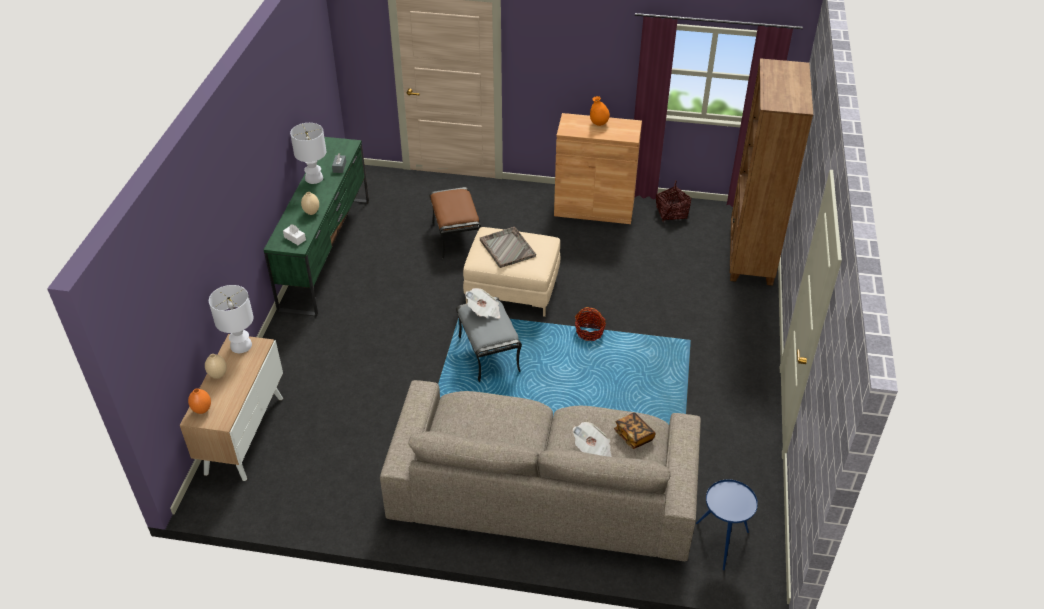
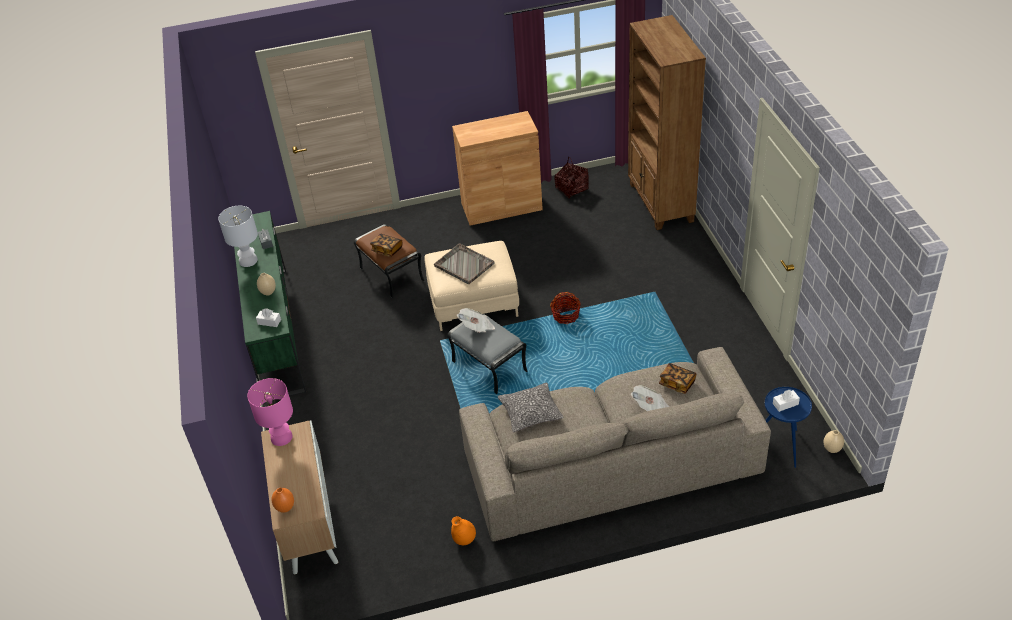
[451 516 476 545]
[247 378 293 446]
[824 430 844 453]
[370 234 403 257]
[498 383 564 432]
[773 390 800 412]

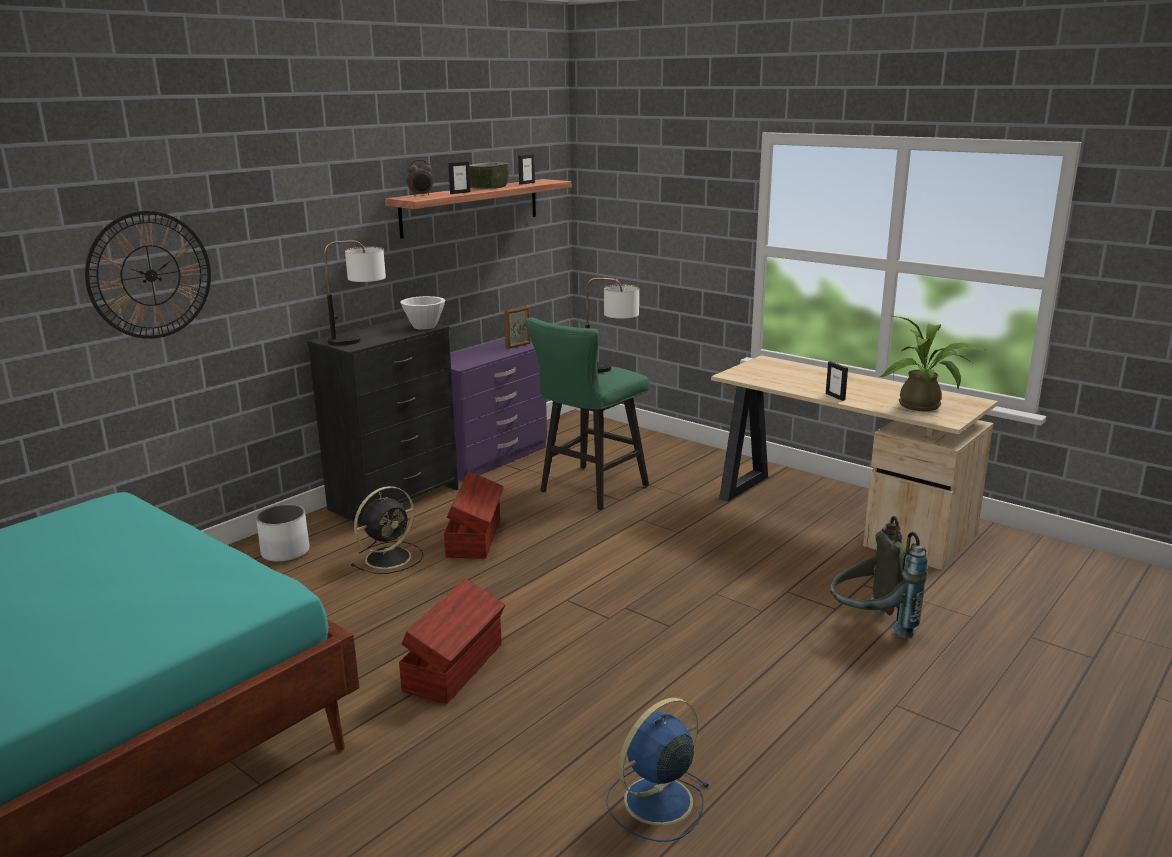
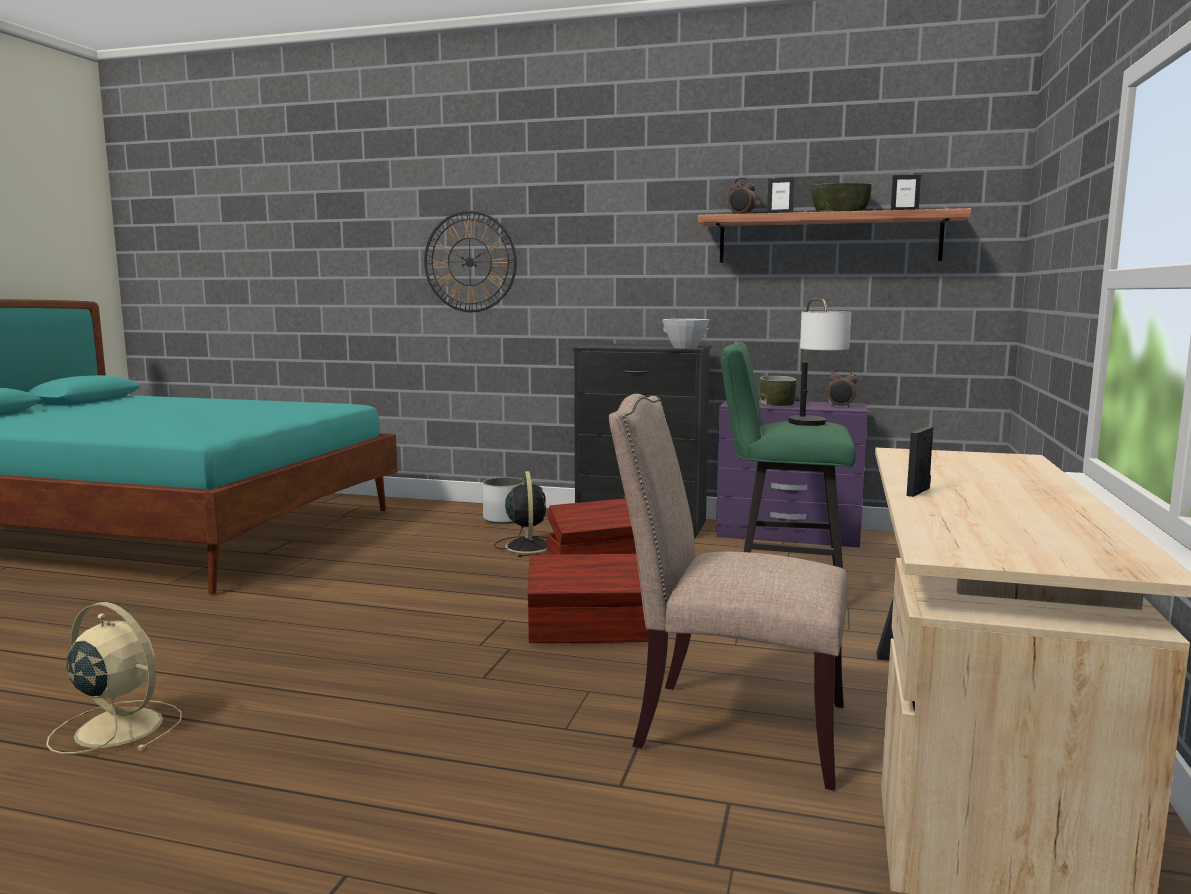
[324 240 386 346] (first image)
[828 369 857 408]
[880 316 985 411] (first image)
[494 471 547 557]
[830 516 928 638] (first image)
[528 554 649 643]
[46 602 182 754]
[760 376 797 407]
[609 394 848 790]

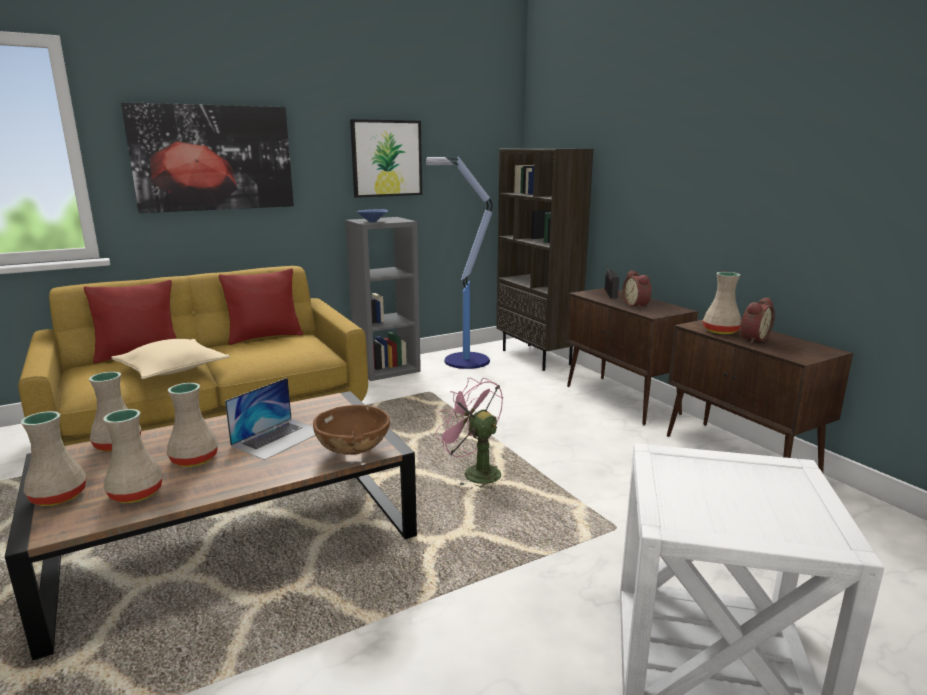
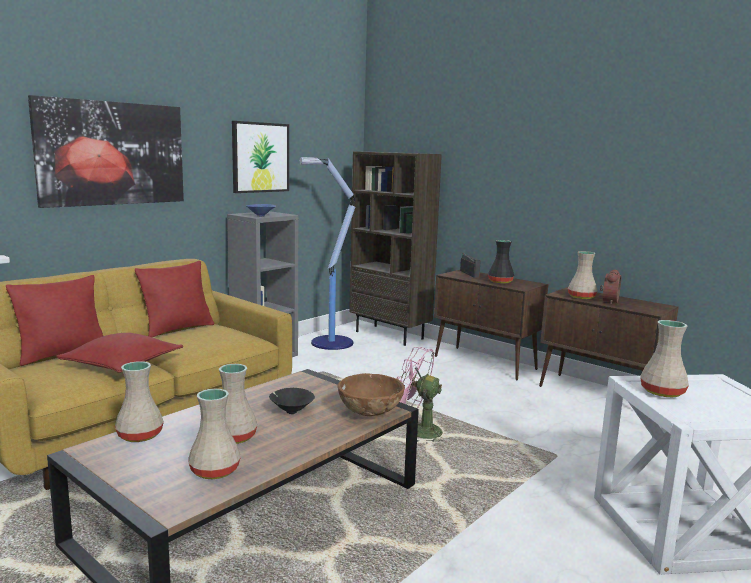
[488 240 514 284]
[56 333 183 373]
[269 388 315 414]
[640 320 689 397]

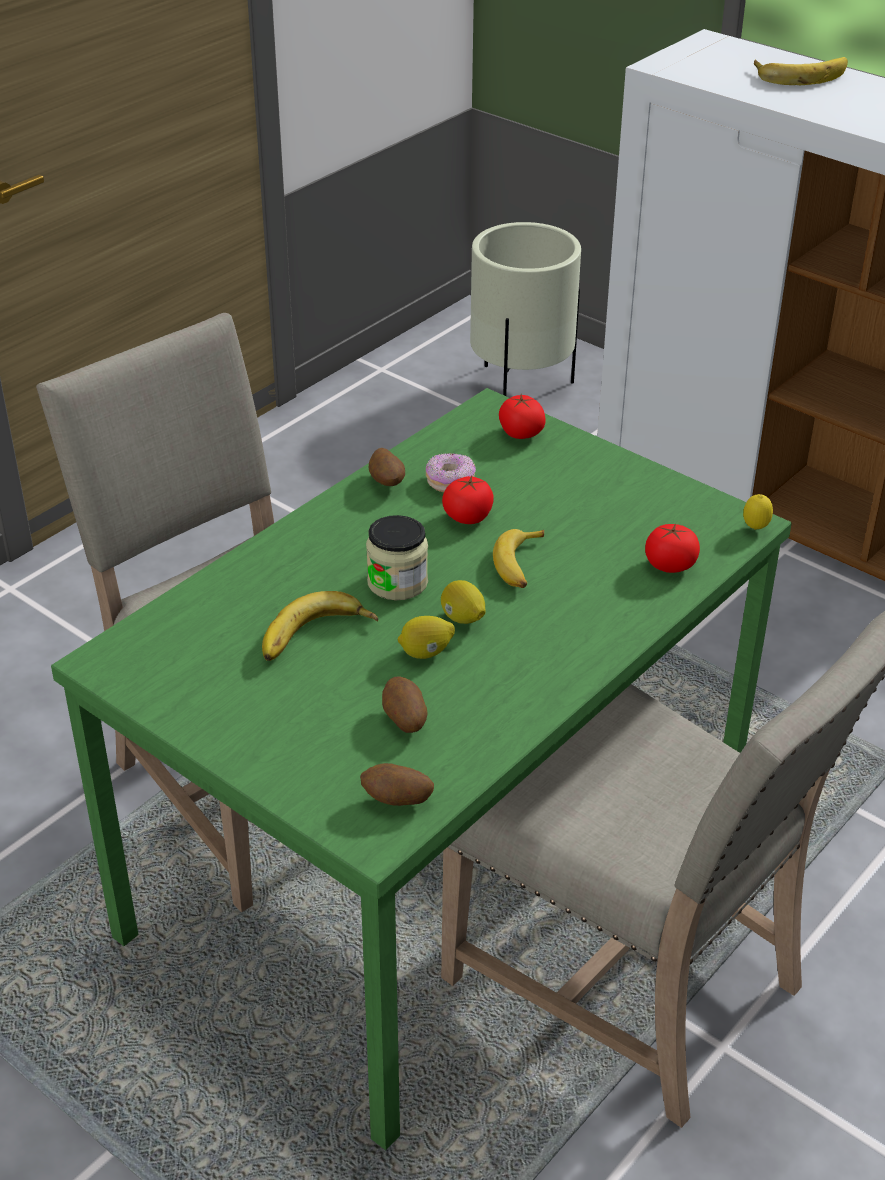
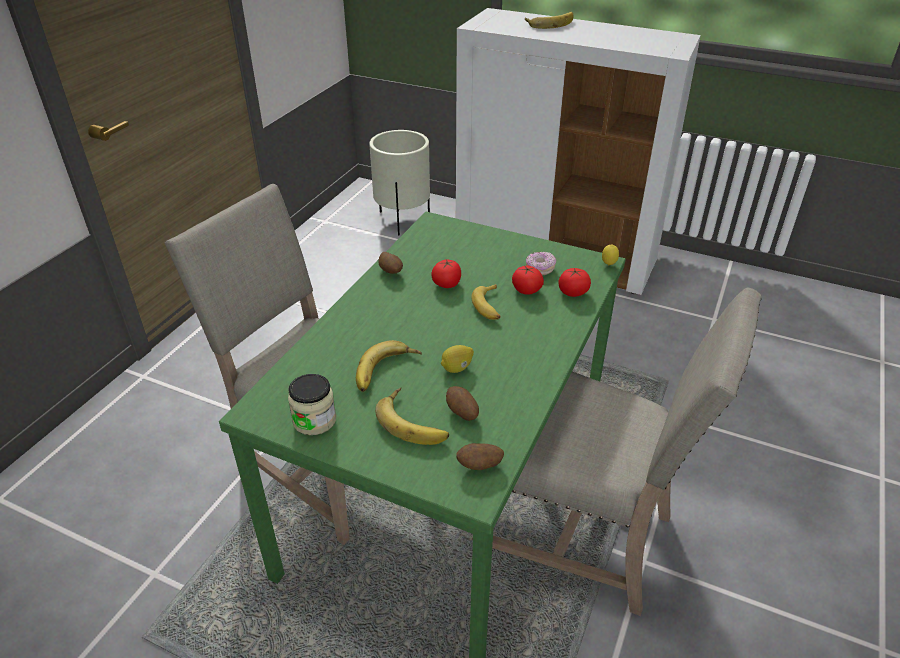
[512 265 544 295]
[526 252 556 275]
[288 374 336 435]
[441 580 486 624] (first image)
[375 388 449 445]

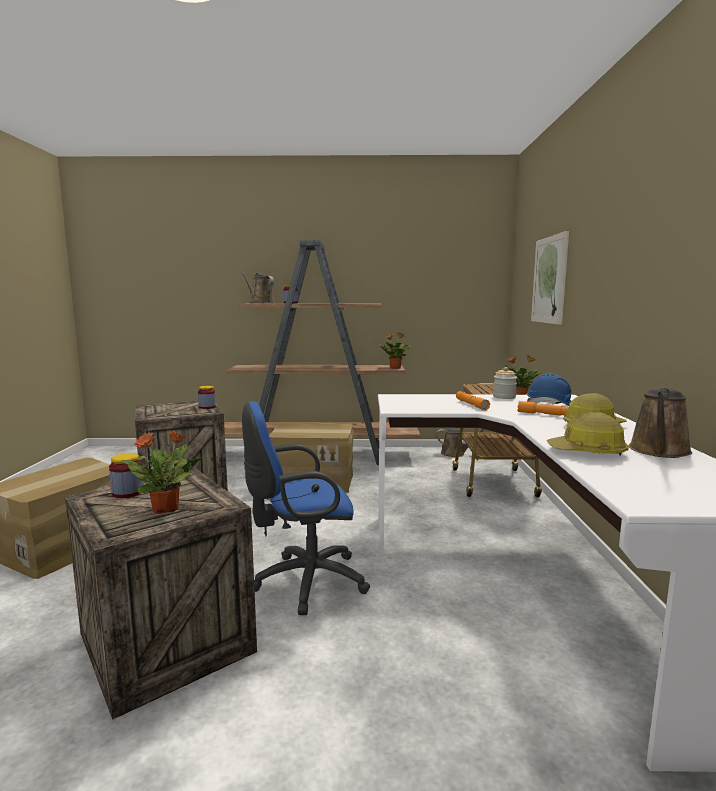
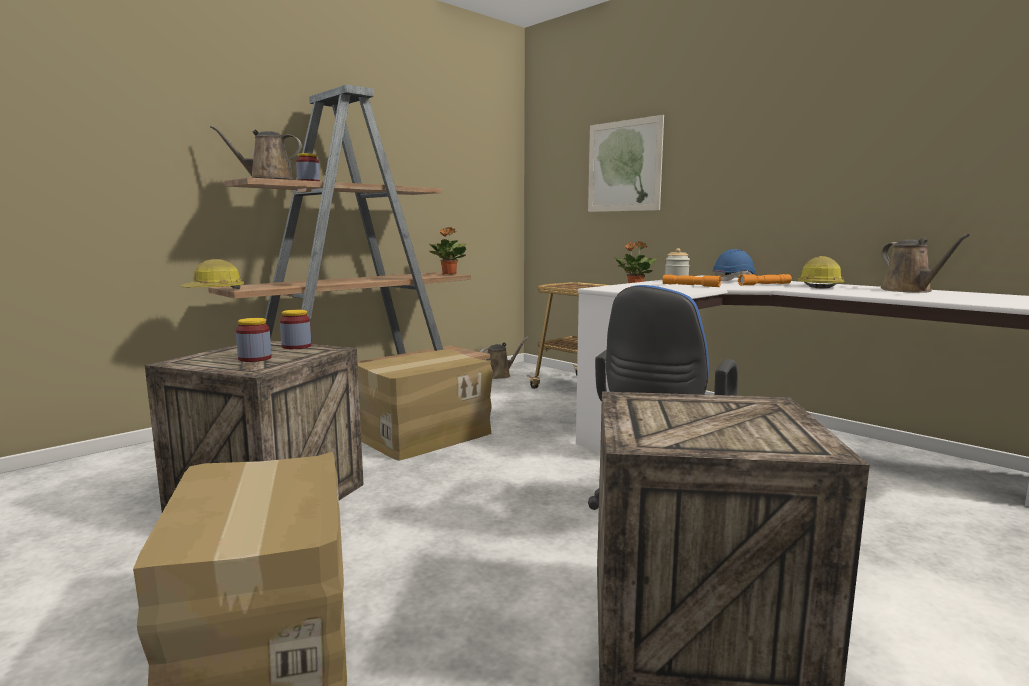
[180 259 244 290]
[120 430 202 514] (first image)
[236 318 272 362]

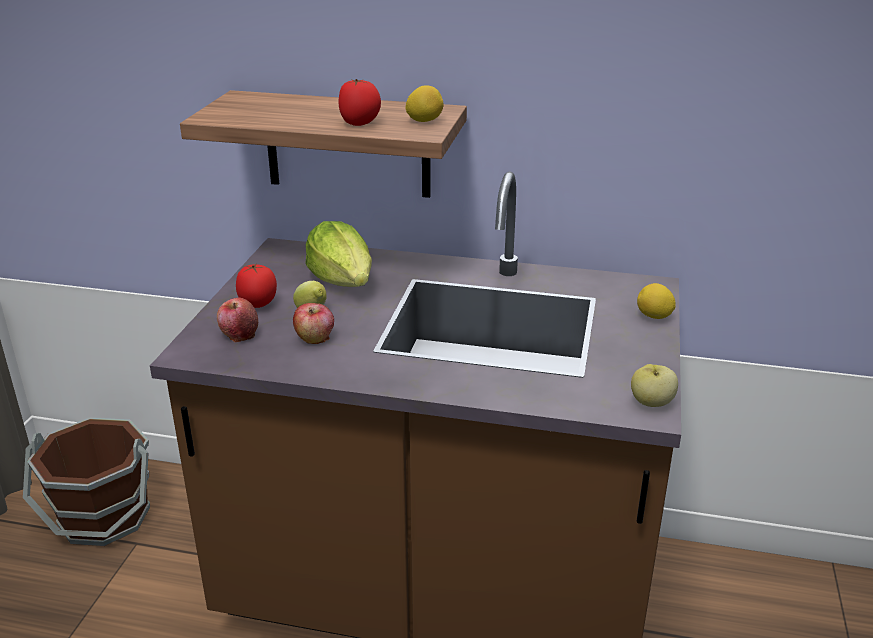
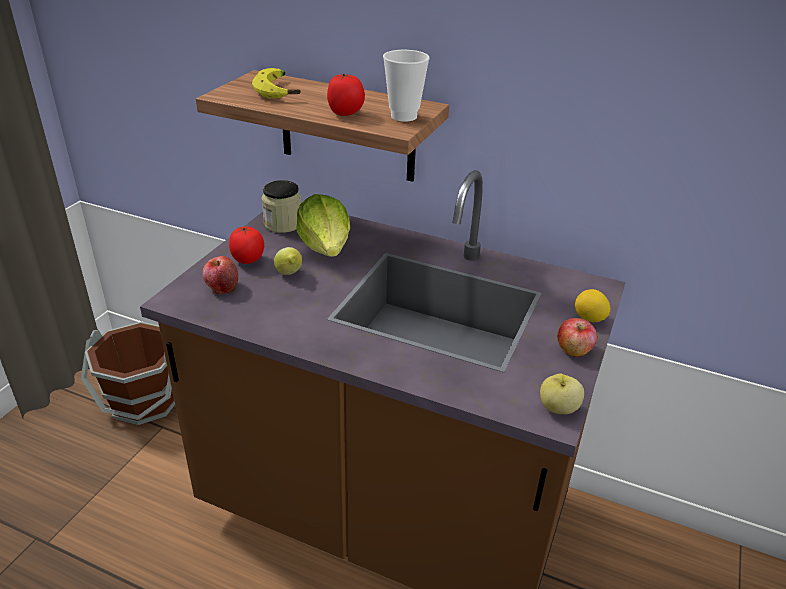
[383 50 430 122]
[557 318 597 357]
[252 68 301 98]
[262 180 301 233]

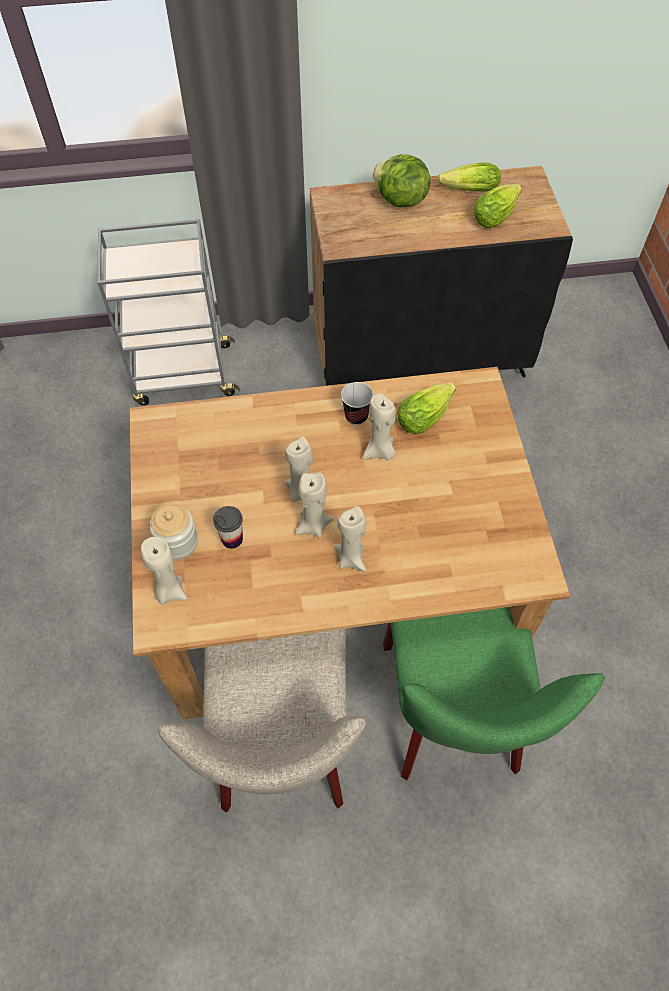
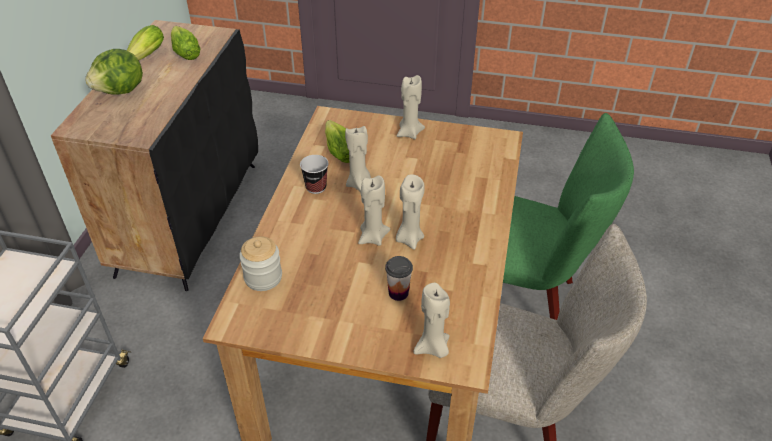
[239 236 282 291]
[397 75 425 139]

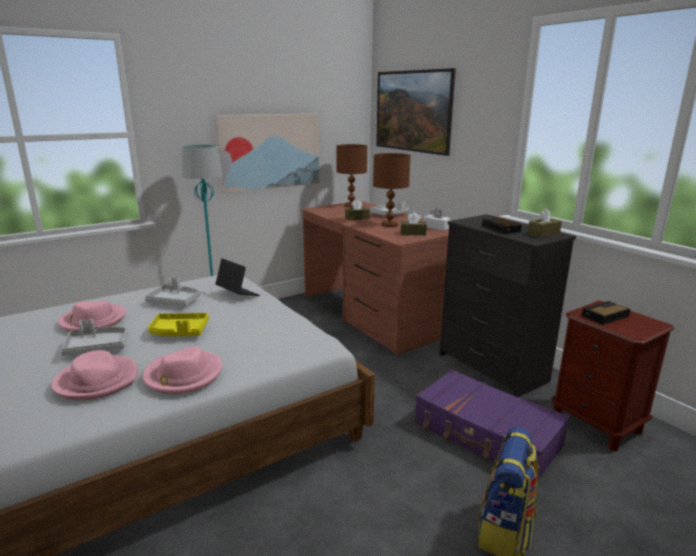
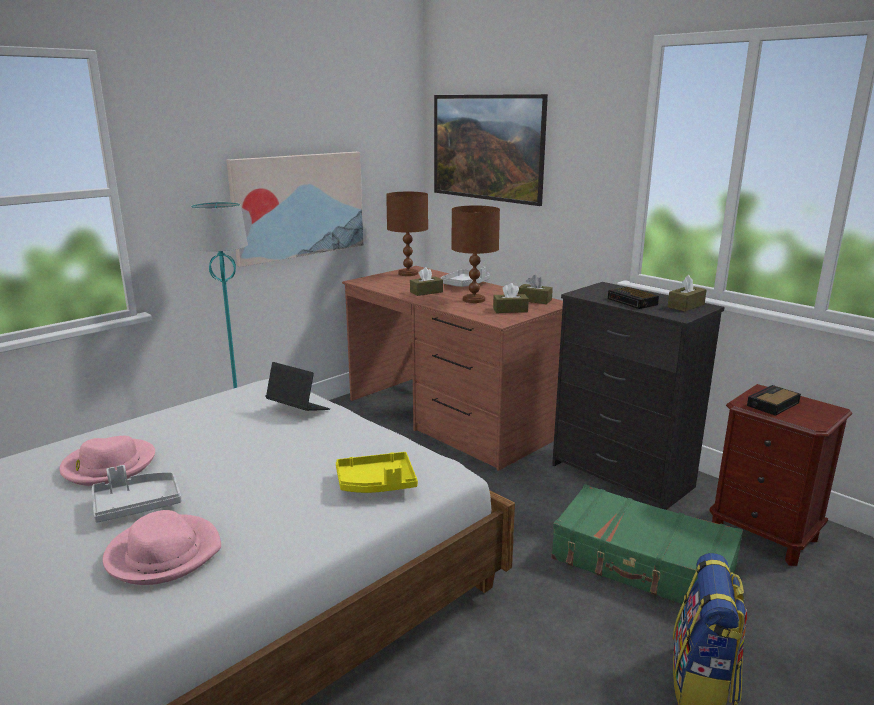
[518 275 553 304]
[145 278 200 306] (first image)
[336 452 418 493]
[142 346 222 394] (first image)
[551 484 743 604]

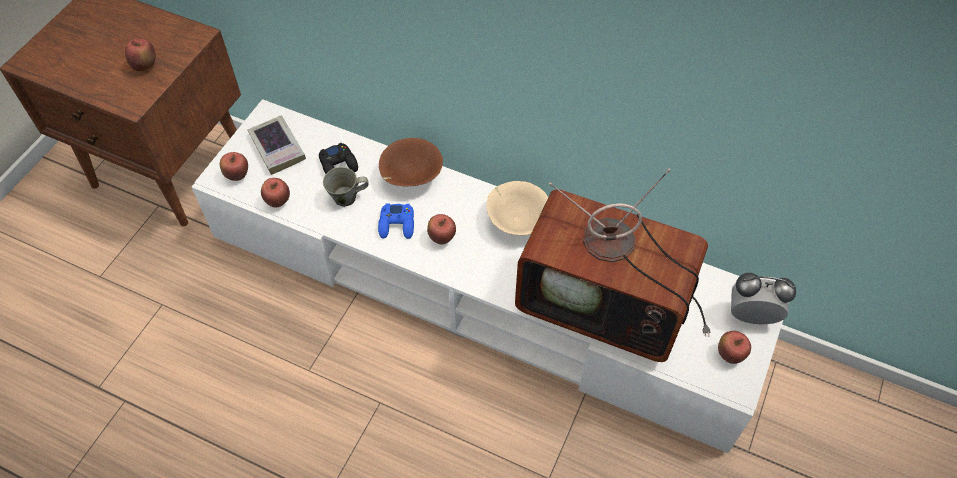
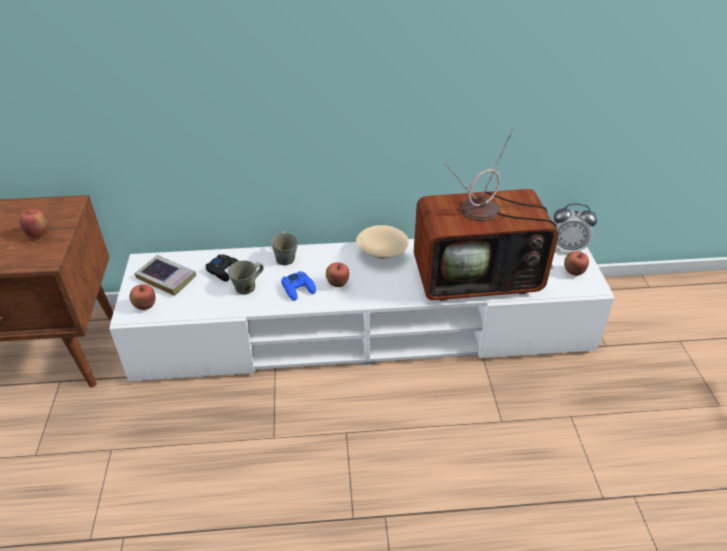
[271 231 298 265]
[261 178 290 207] (first image)
[553 204 597 253]

